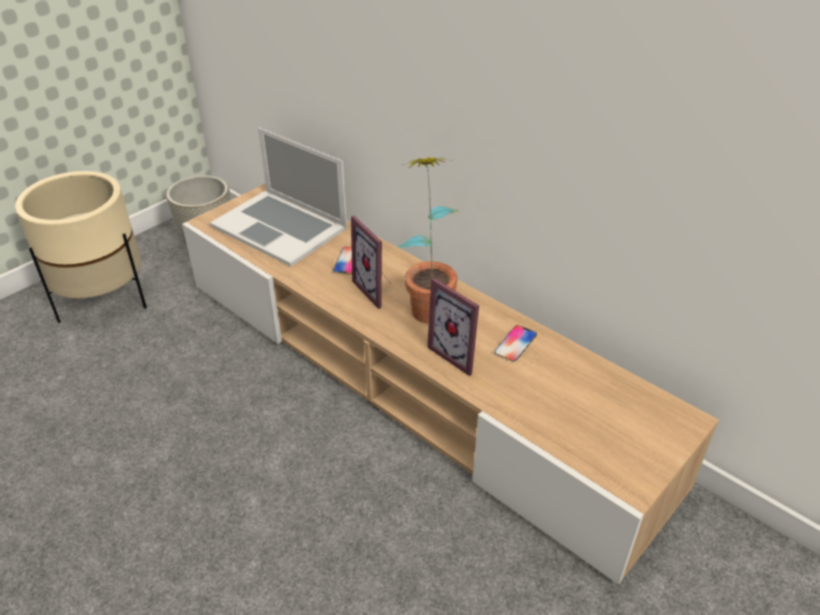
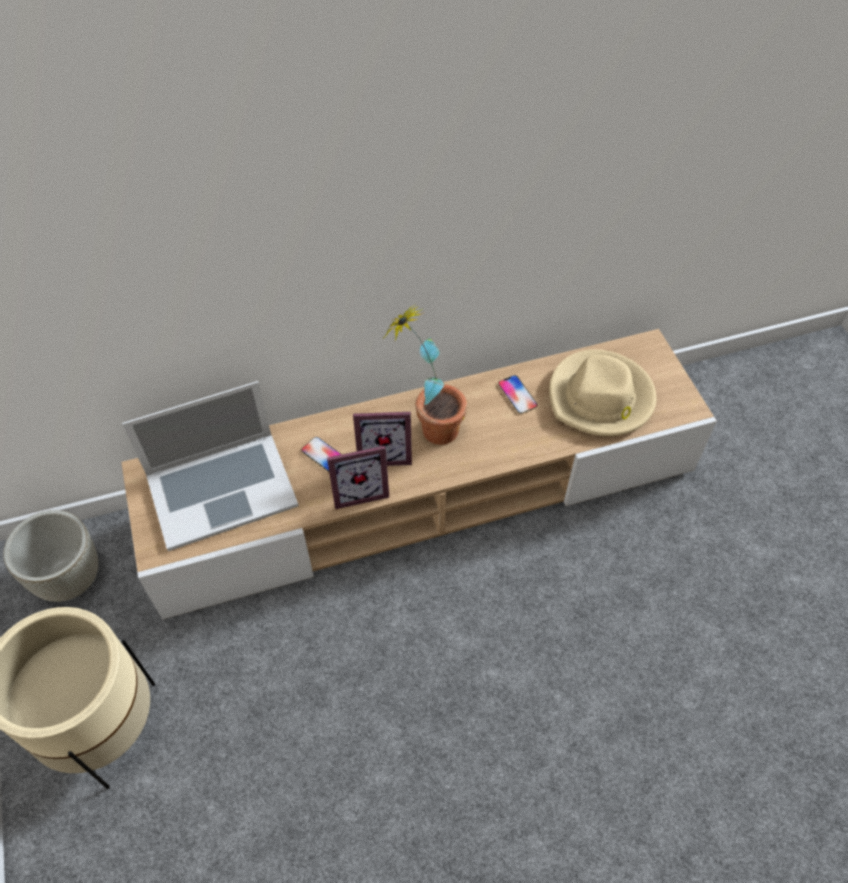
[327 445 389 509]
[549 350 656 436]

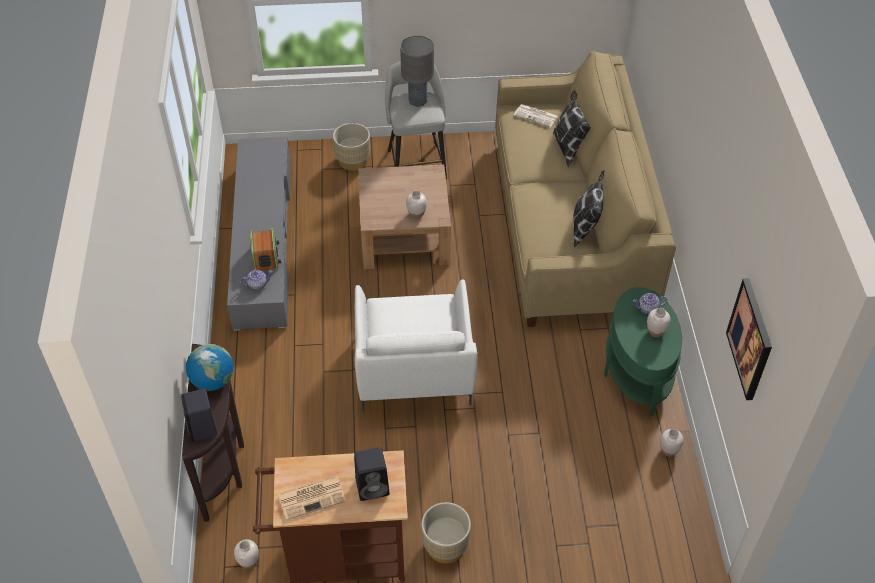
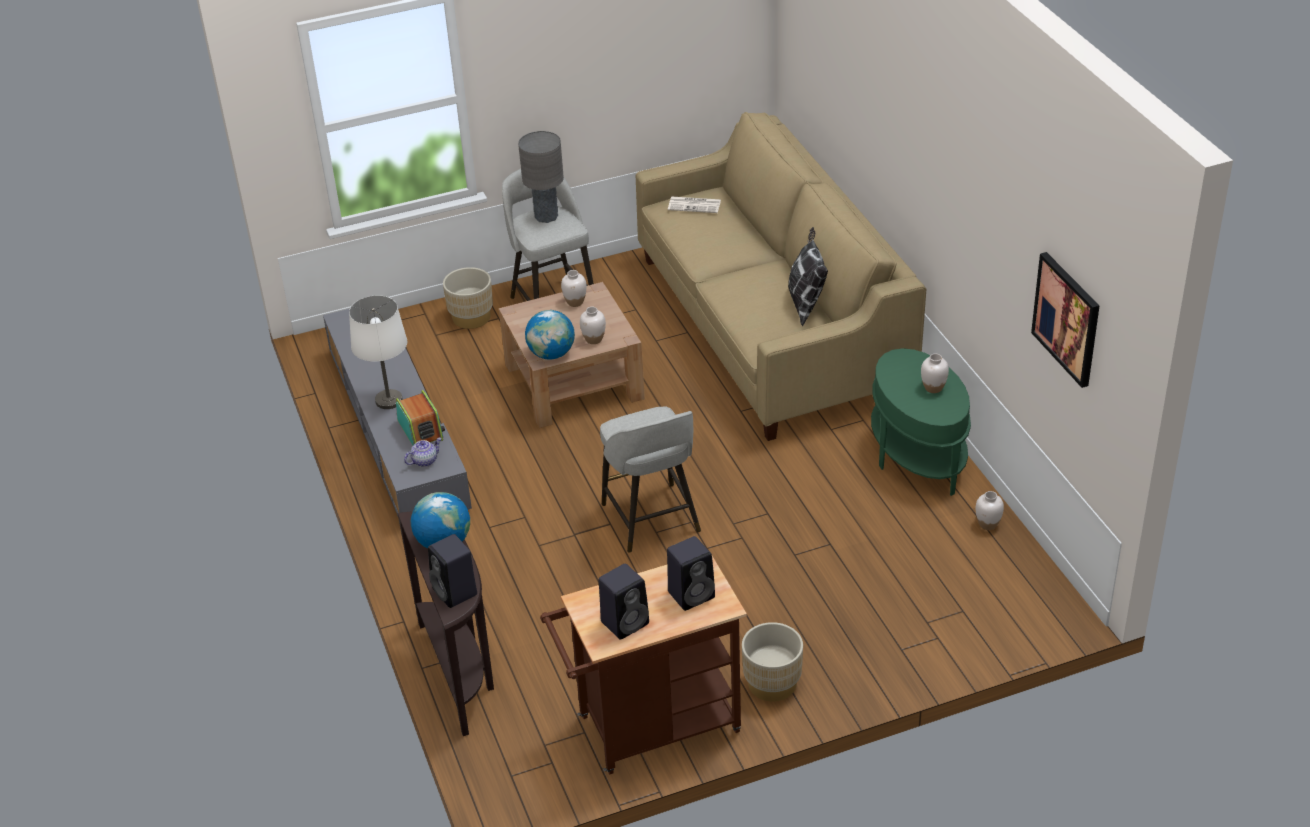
[553 90 591 167] (first image)
[600 407 701 553]
[633 293 667 315] (first image)
[599 563 649 640]
[561 270 587 307]
[349 296 407 409]
[525 310 575 360]

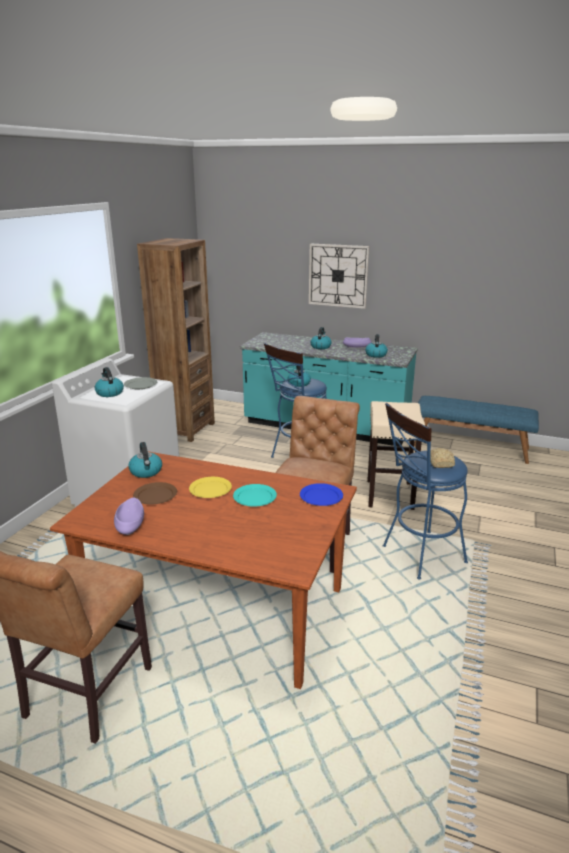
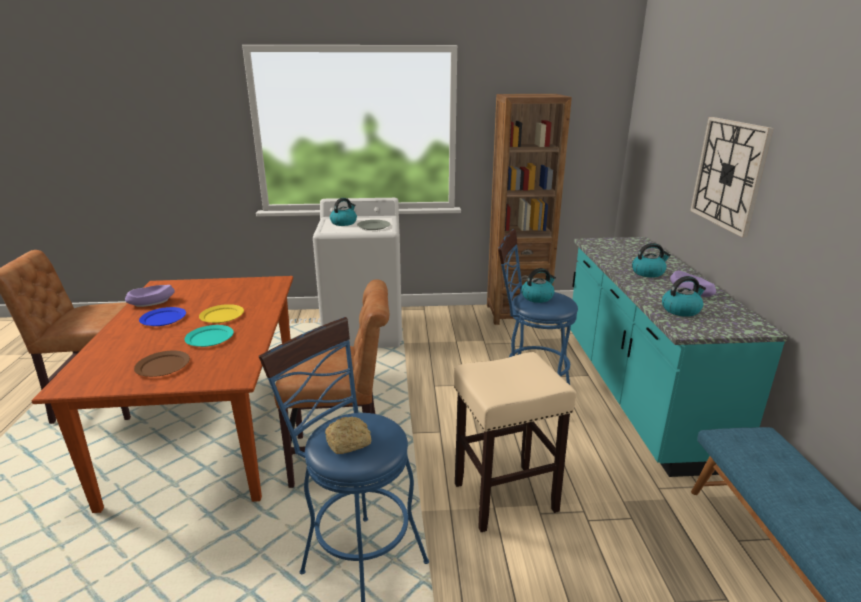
[129 442 162 478] (first image)
[134 350 190 377]
[139 307 186 326]

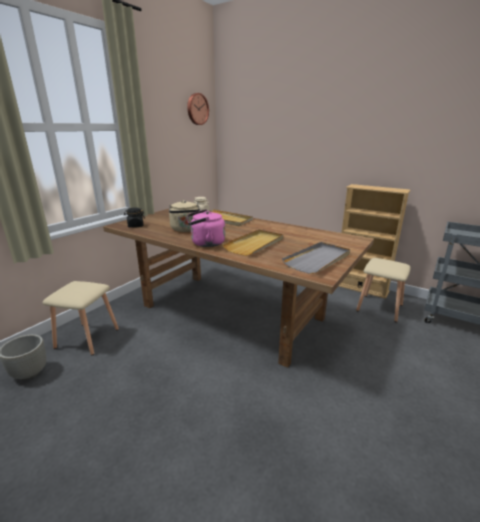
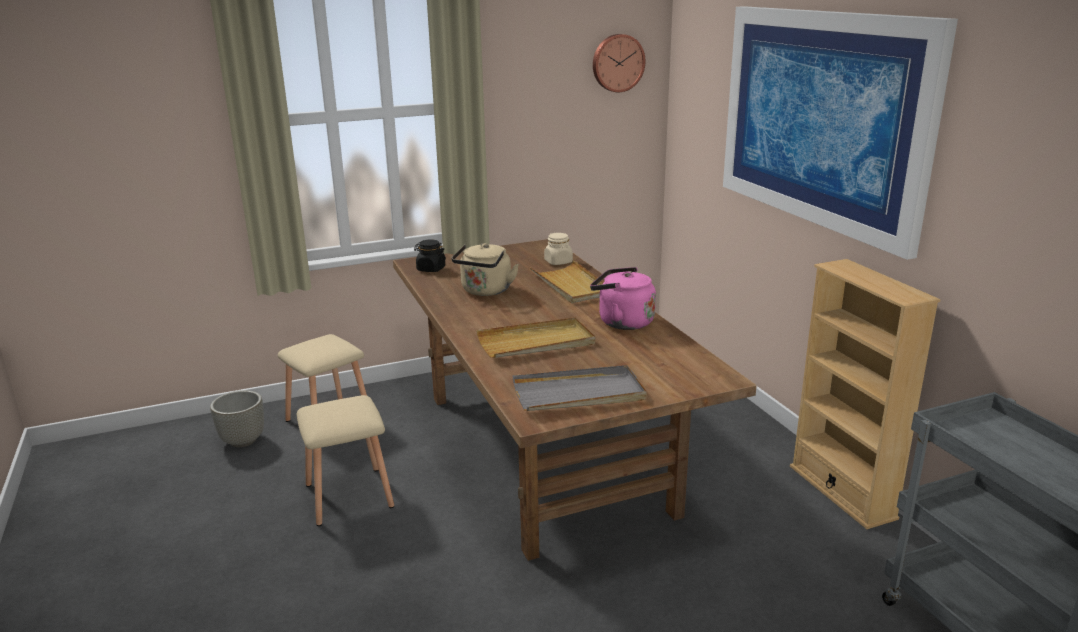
[590 267 656 330]
[297 395 394 526]
[723 6 958 260]

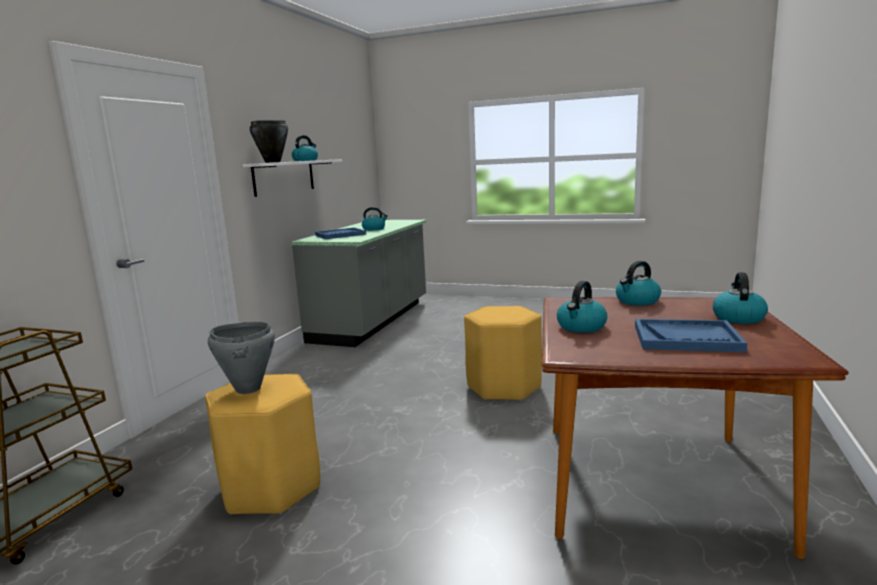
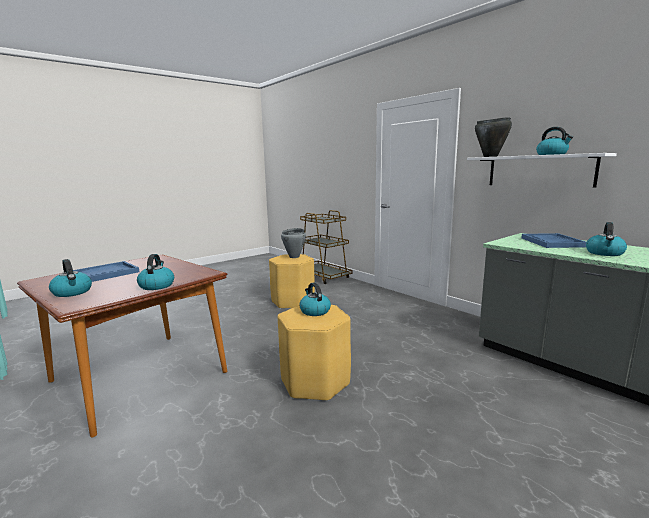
[300 283 331 316]

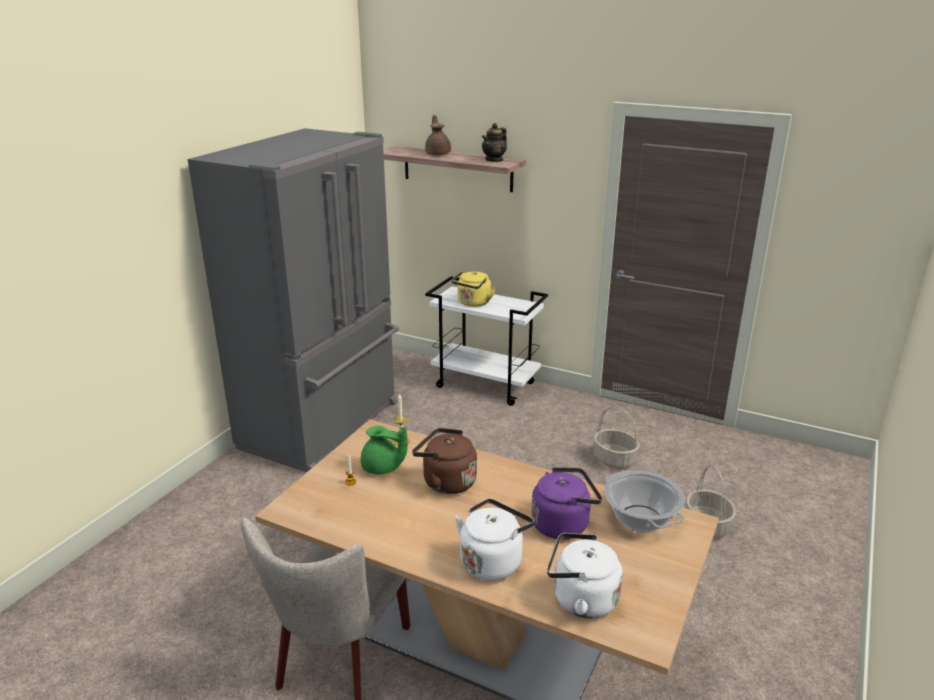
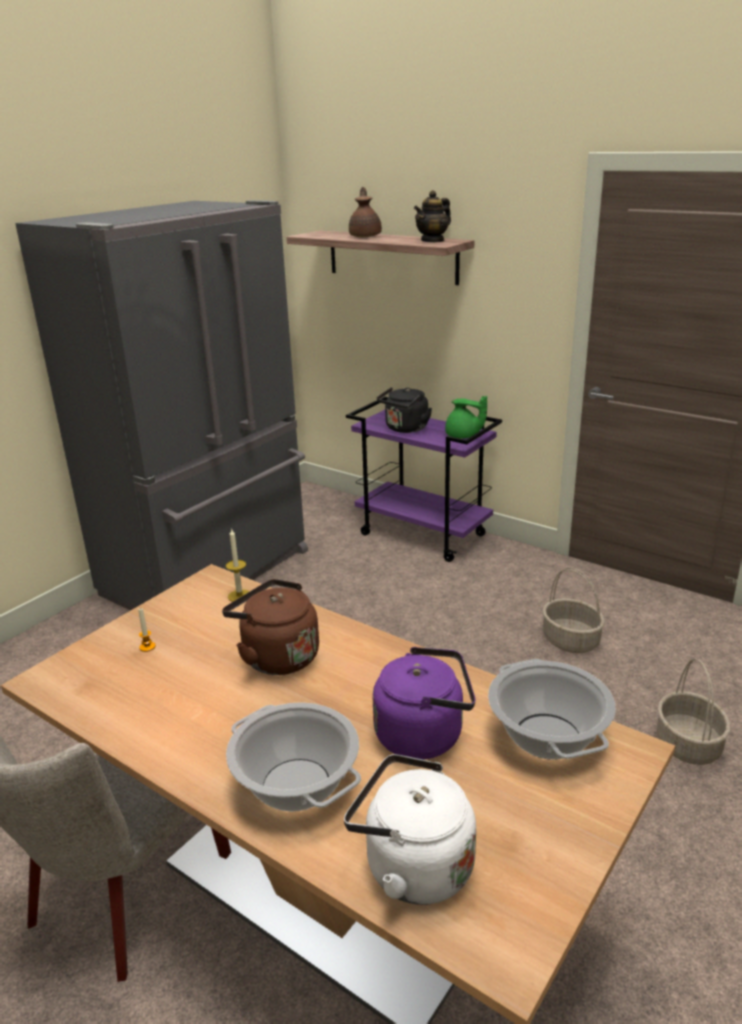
[377 387 432 433]
[346 397 502 562]
[445 396 487 439]
[226 702 361 812]

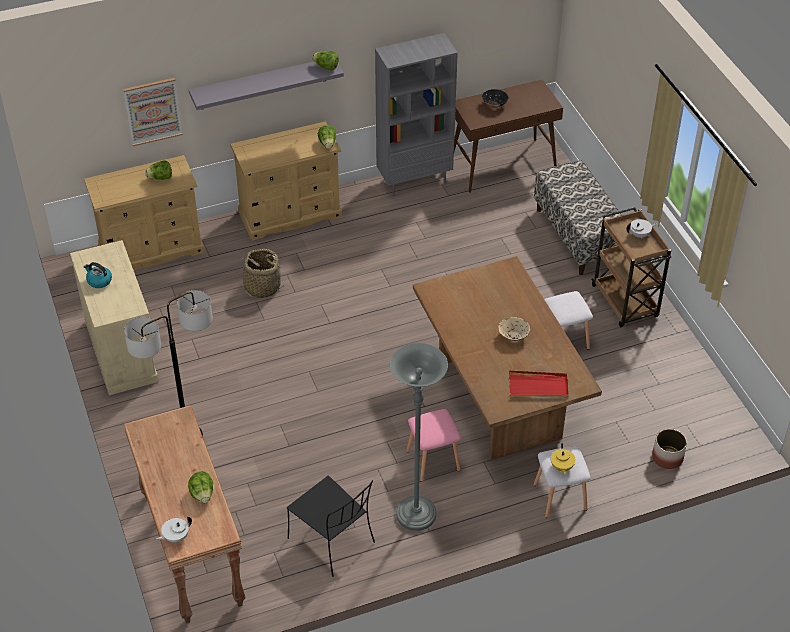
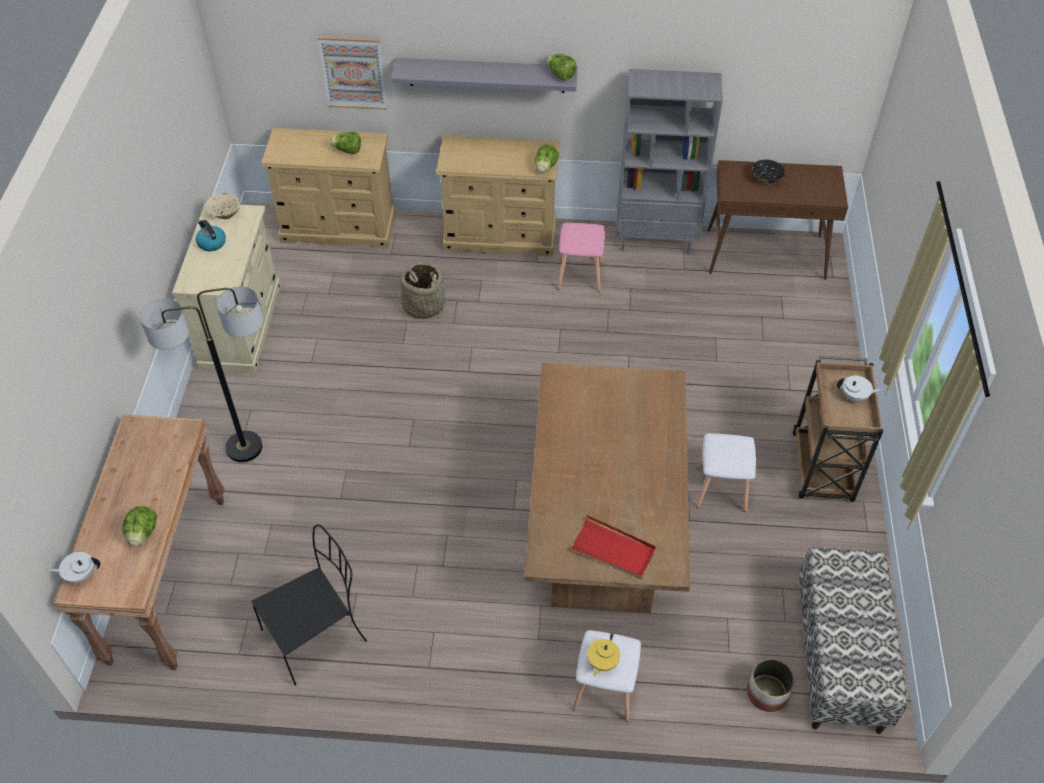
[799 547 907 734]
[205 193 240 219]
[390 343 448 531] (first image)
[557 223 605 292]
[251 524 367 686]

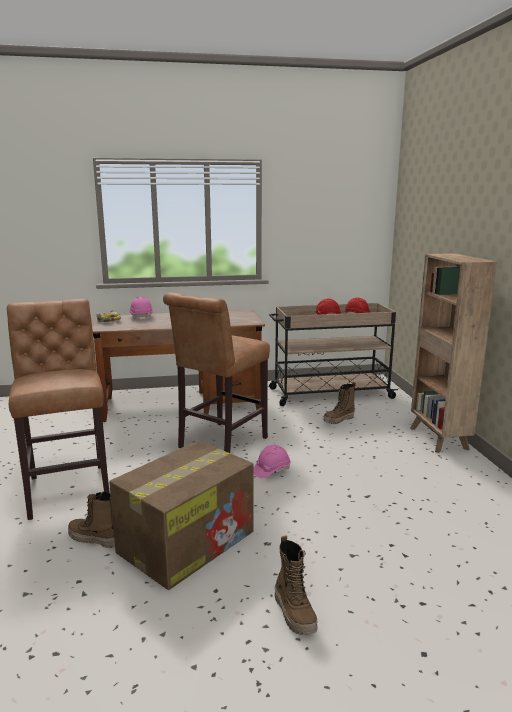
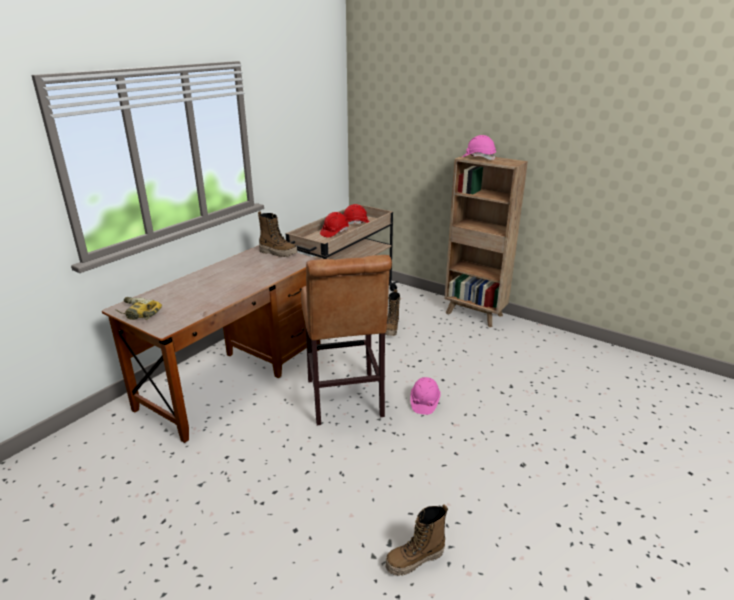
[462 135 496 160]
[7 299 110 520] (first image)
[109 440 253 590] (first image)
[258 211 297 257]

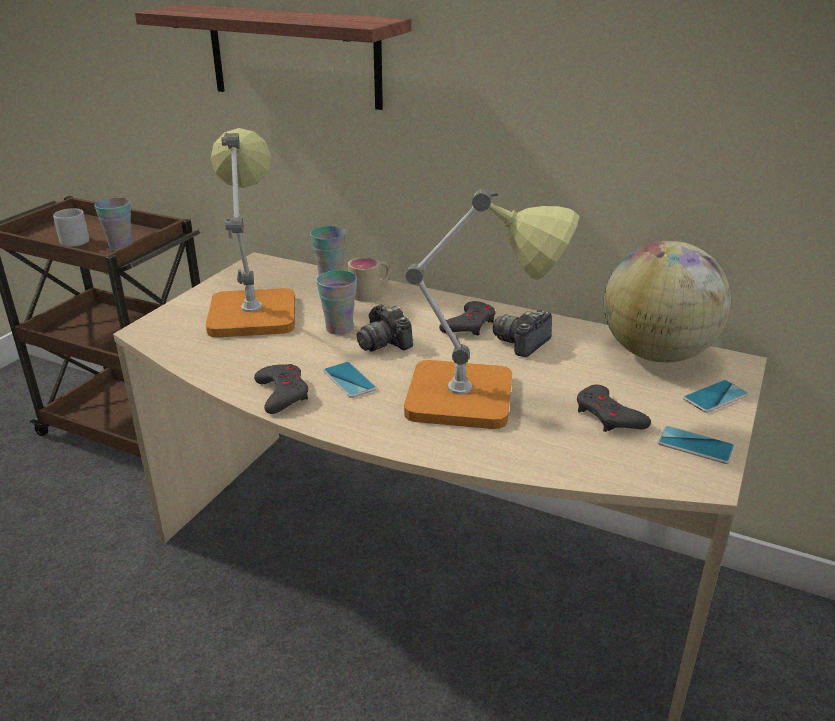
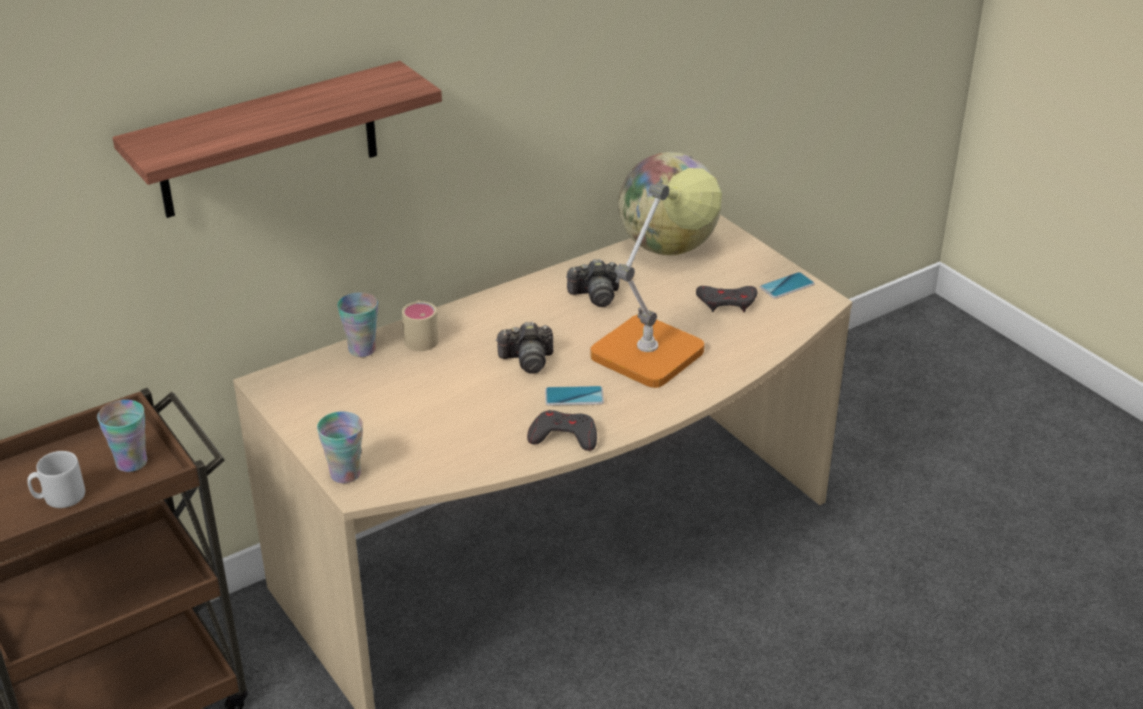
[206 128 295 338] (first image)
[317 411 363 483]
[439 301 495 336] (first image)
[566 259 619 307]
[683 380 749 413] (first image)

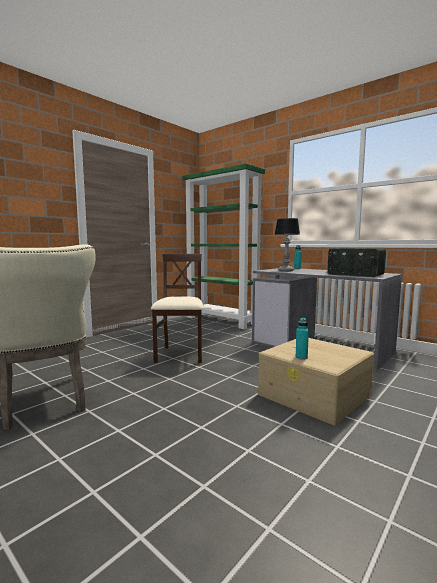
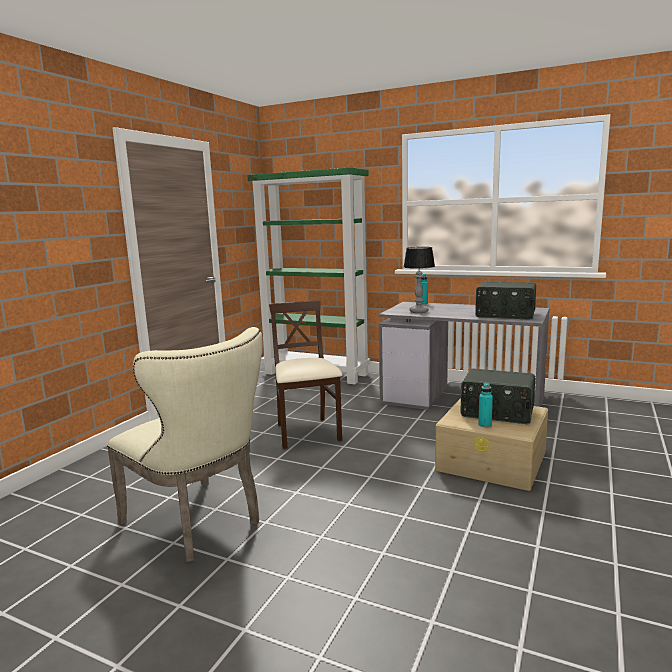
[461 369 535 424]

